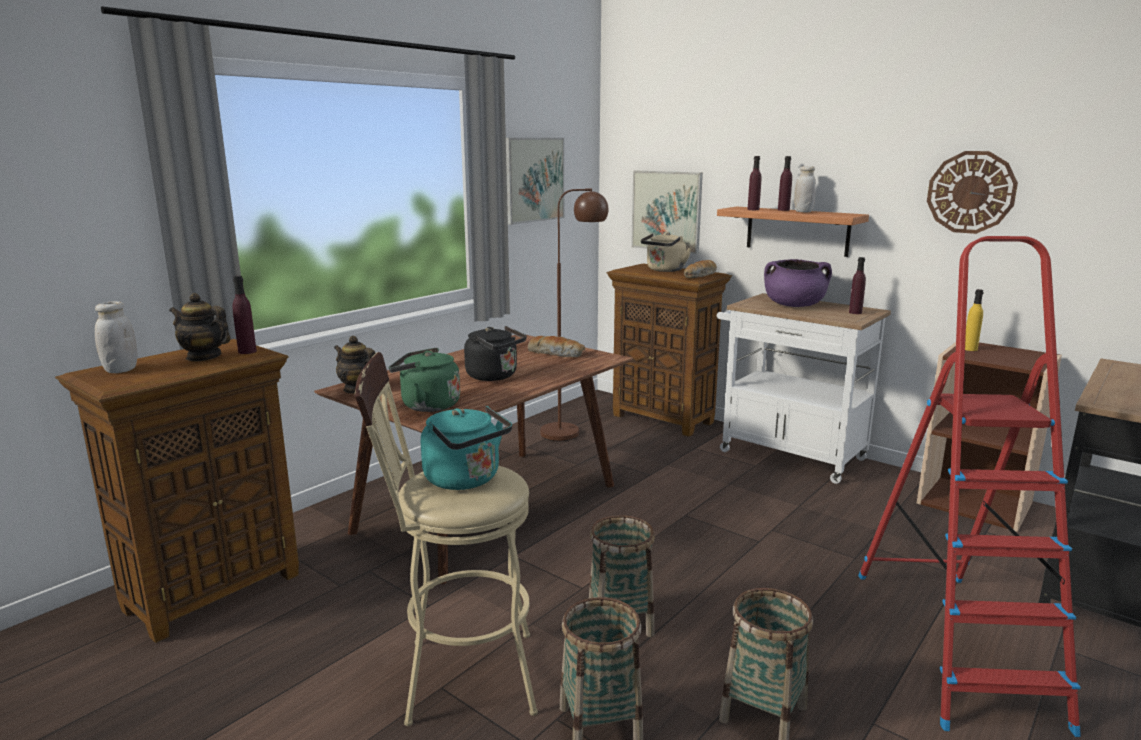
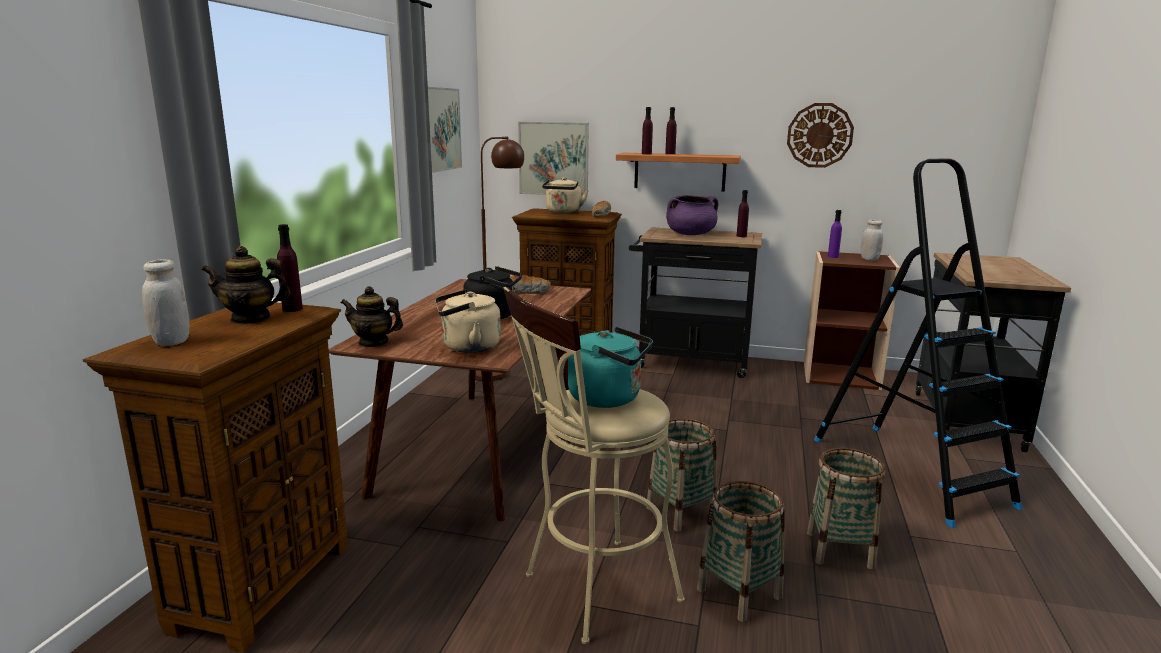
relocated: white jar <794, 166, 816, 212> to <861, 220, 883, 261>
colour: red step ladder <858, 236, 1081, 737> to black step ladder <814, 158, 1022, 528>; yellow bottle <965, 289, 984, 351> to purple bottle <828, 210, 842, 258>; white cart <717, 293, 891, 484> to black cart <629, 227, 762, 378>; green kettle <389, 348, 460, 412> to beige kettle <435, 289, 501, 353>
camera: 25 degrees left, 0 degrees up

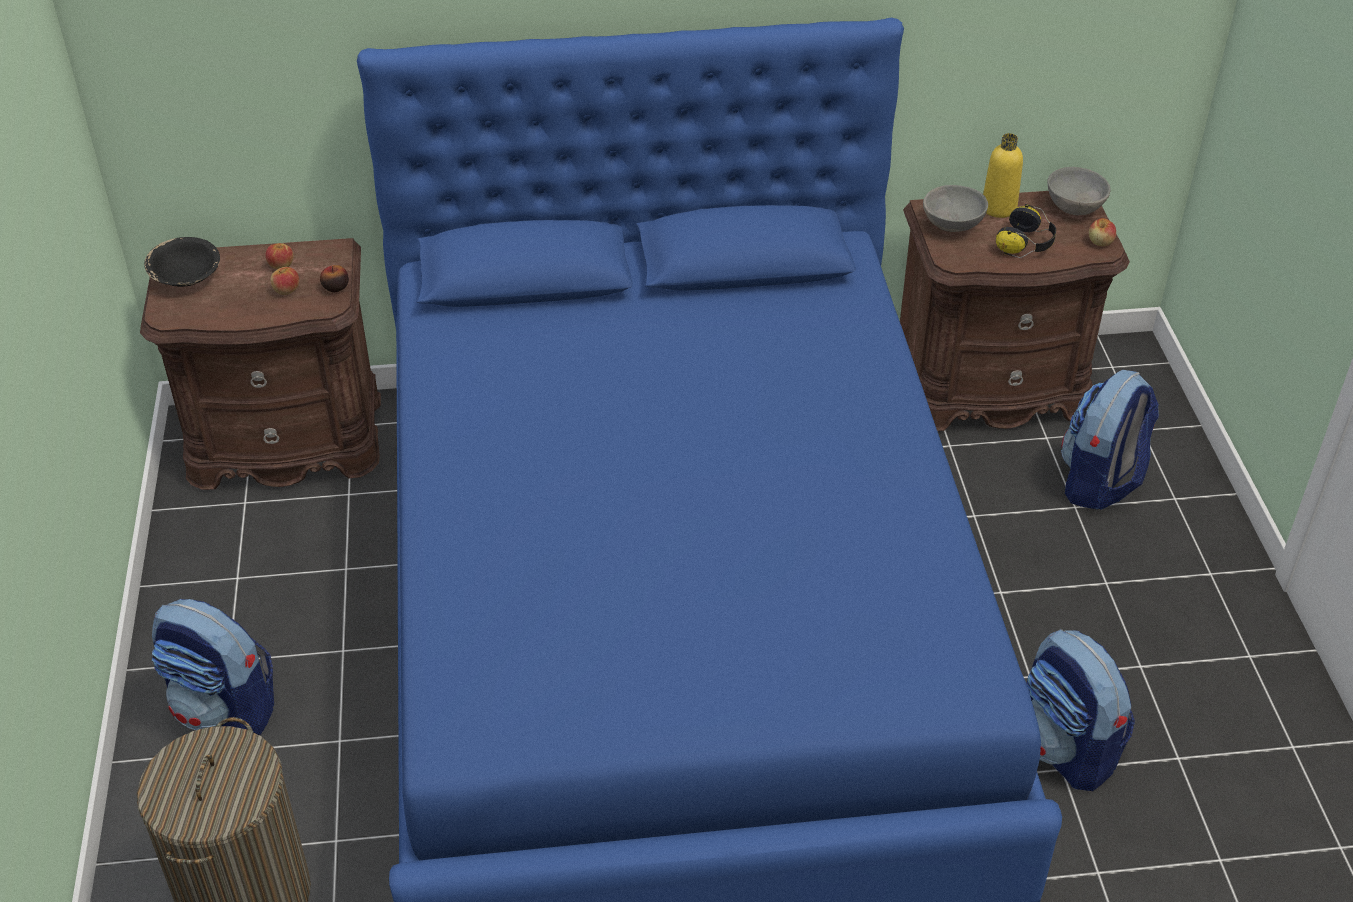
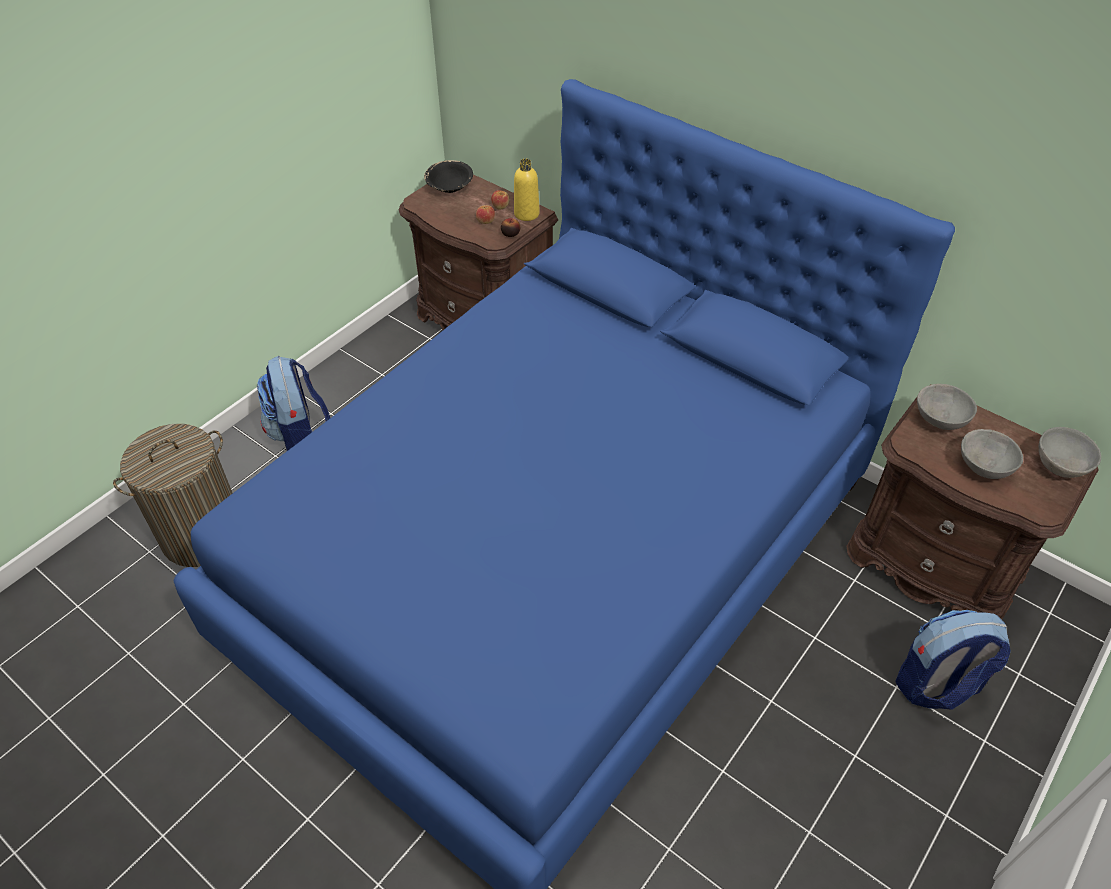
missing: apple <1089, 218, 1116, 246>; backpack <1026, 629, 1135, 791>
relocated: yellow bottle <983, 133, 1023, 218> to <514, 159, 540, 221>
exchanged: headphones <996, 204, 1056, 258> to grey bowl <961, 429, 1023, 479>
camera: 45 degrees right, 5 degrees up

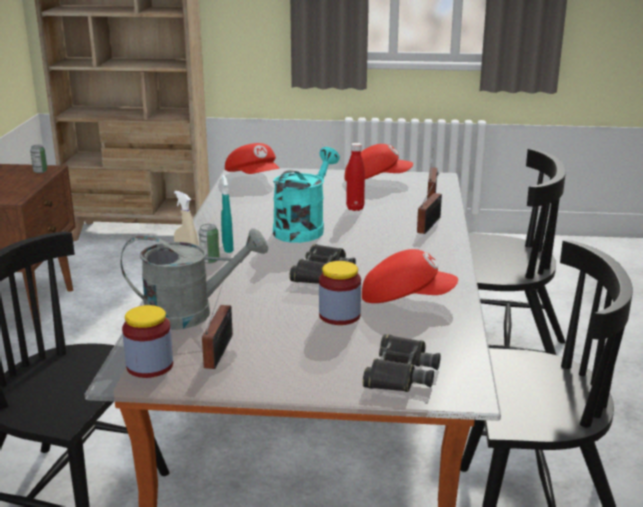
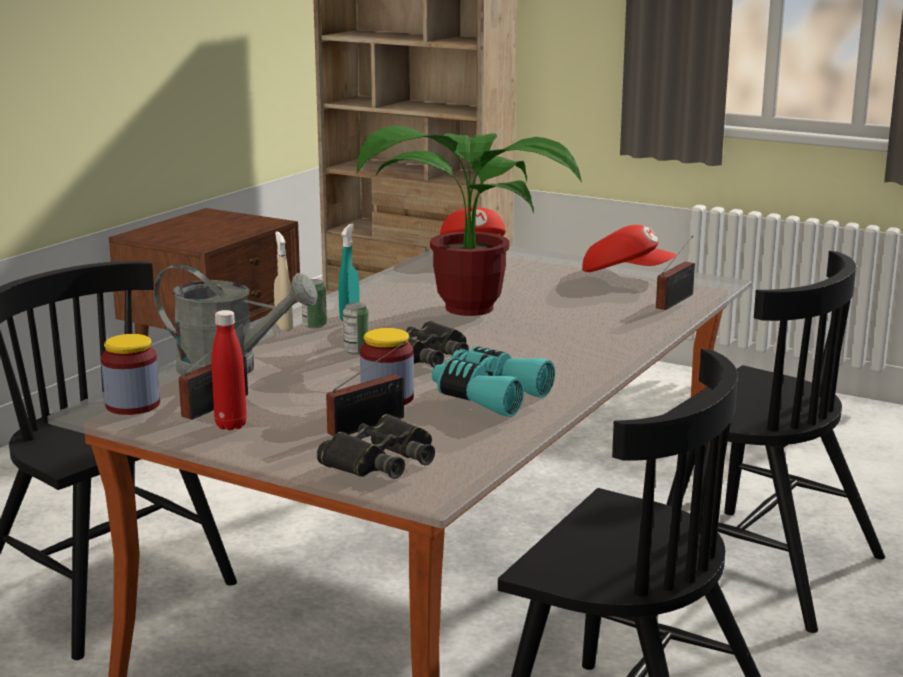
relocated: red bottle <346, 143, 365, 211> to <211, 310, 247, 430>; can <30, 145, 47, 173> to <343, 302, 369, 355>; radio <417, 173, 442, 234> to <326, 342, 406, 437>
exchanged: turquoise watering can <273, 147, 340, 243> to potted plant <357, 126, 582, 316>; red cap <362, 249, 458, 303> to turquoise binoculars <432, 346, 555, 417>
camera: 25 degrees right, 5 degrees down

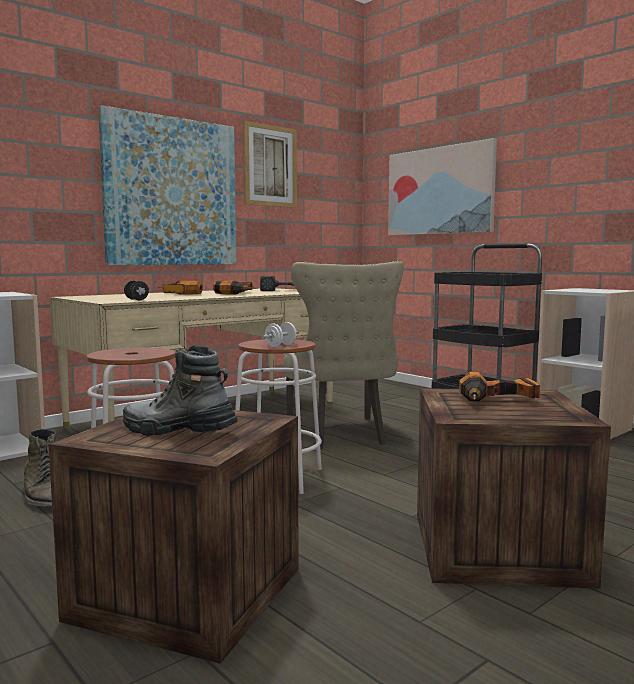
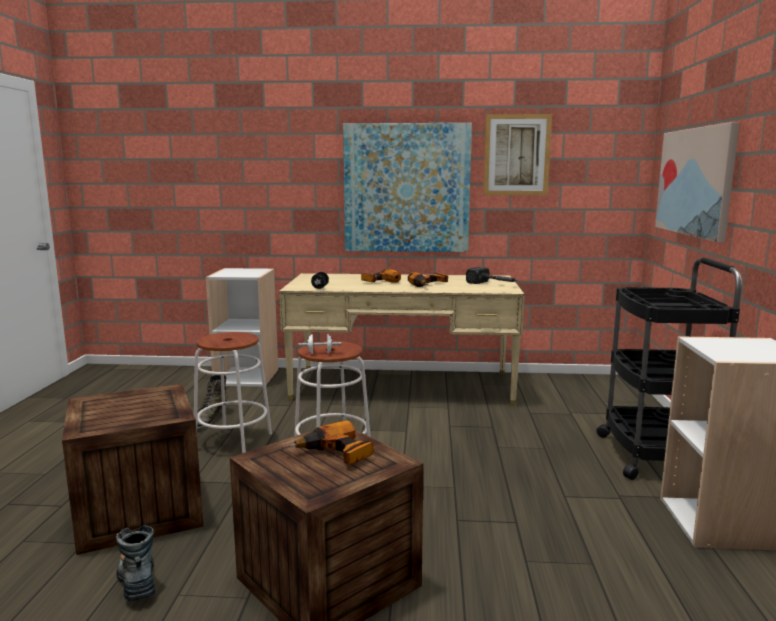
missing: beige chair <283, 261, 404, 449>
relocated: boot <123, 345, 238, 436> to <116, 525, 156, 602>
camera: 45 degrees right, 5 degrees up

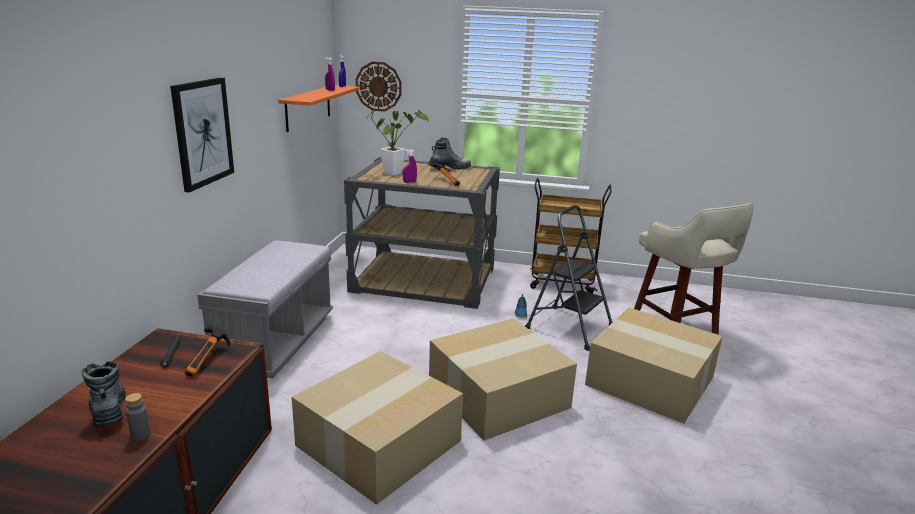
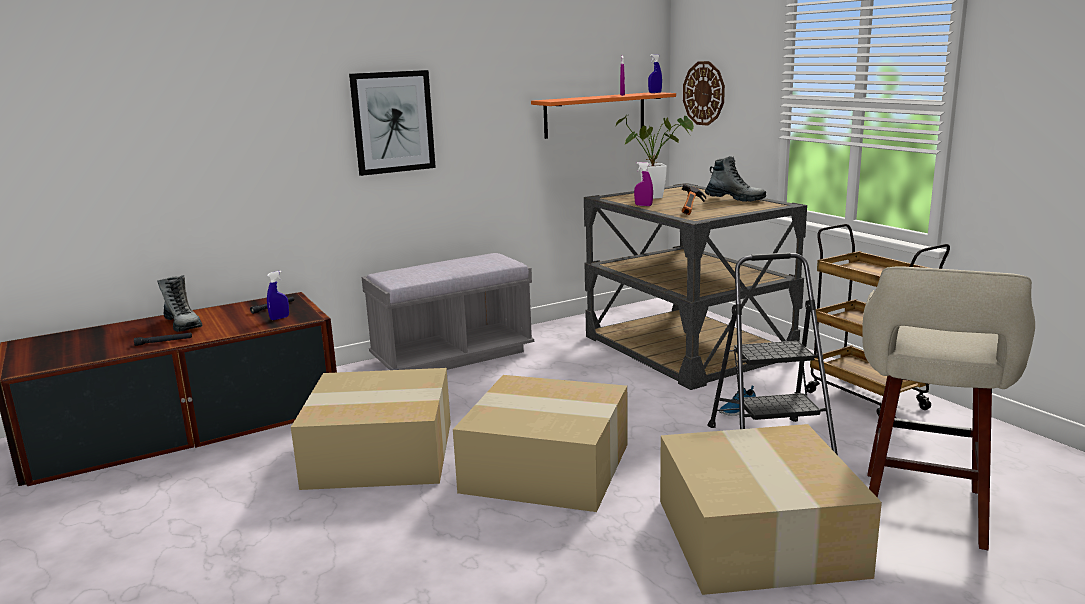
exchanged: hammer <184, 324, 230, 378> to blue spray bottle <267, 271, 289, 320>; grey bottle <125, 393, 151, 441> to black flashlight <134, 333, 192, 346>
spun: boot <81, 361, 126, 428> = <157, 275, 202, 332> 120 degrees clockwise
camera: 50 degrees right, 5 degrees down

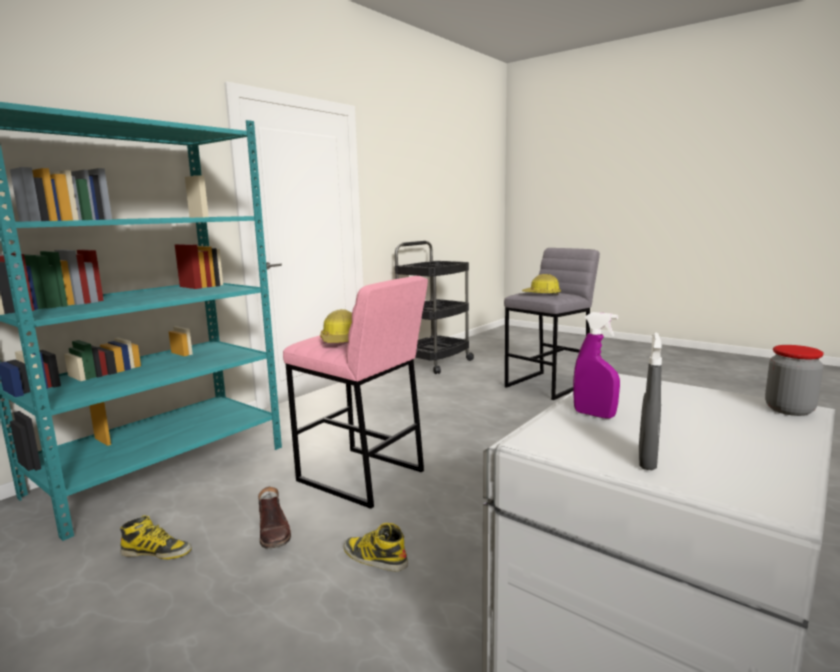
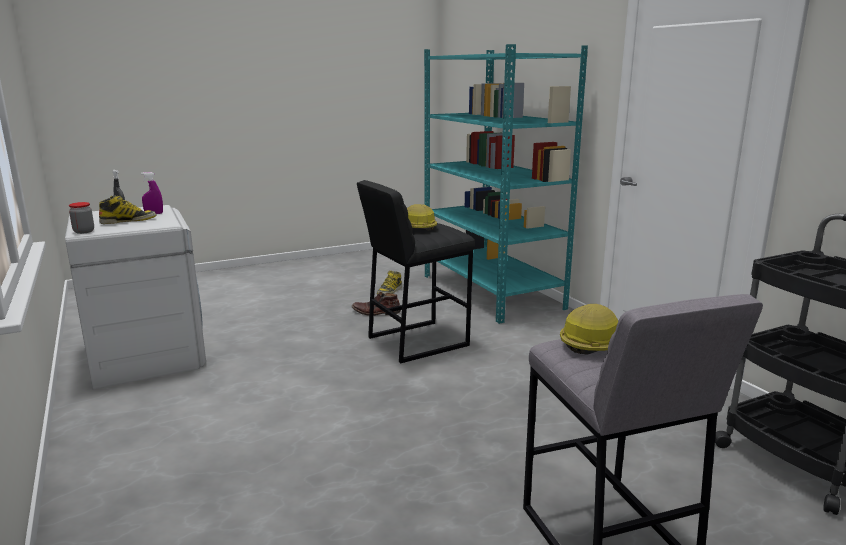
relocated: boot <344, 523, 408, 571> to <99, 195, 156, 224>
colour: pink stool <283, 276, 428, 509> to black stool <357, 180, 475, 363>
camera: 115 degrees right, 5 degrees up

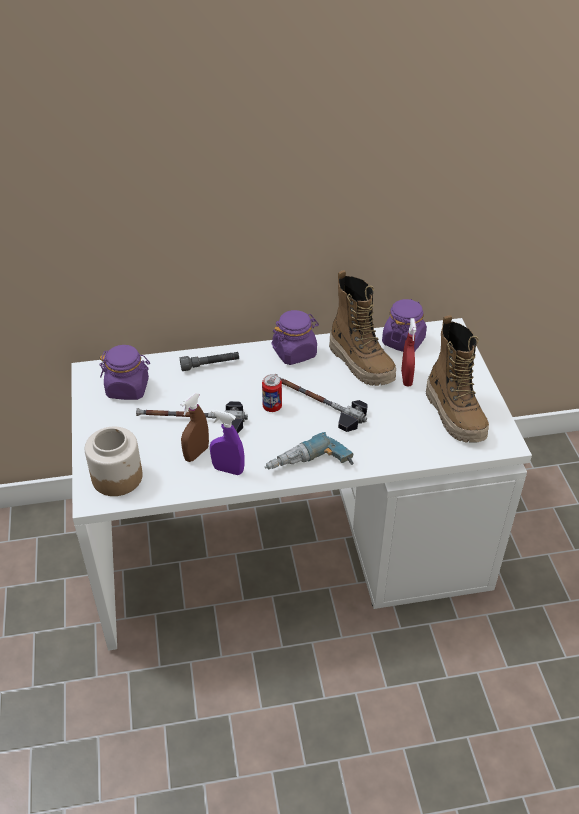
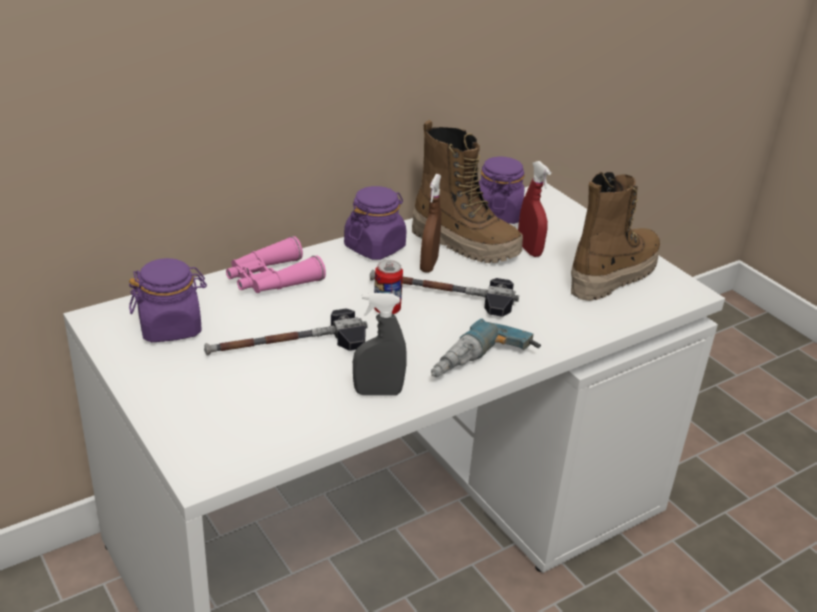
missing: jar <85, 427, 143, 496>
relocated: brown spray bottle <180, 392, 209, 462> to <420, 174, 441, 273>
exchanged: grey flashlight <180, 352, 239, 371> to pink binoculars <226, 236, 326, 293>
colour: purple spray bottle <210, 409, 245, 475> to grey spray bottle <353, 293, 407, 396>
spun: boot <426, 315, 489, 443> = <571, 172, 661, 301> 90 degrees counterclockwise
camera: 25 degrees left, 10 degrees down

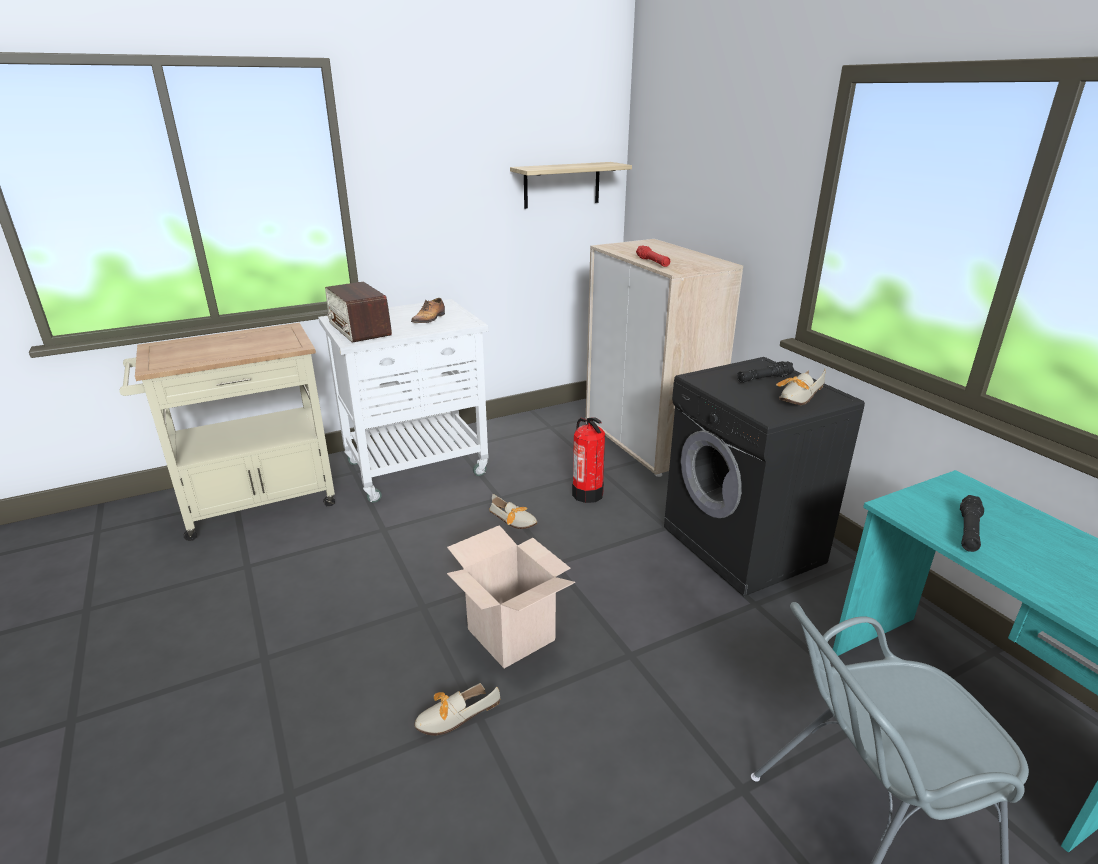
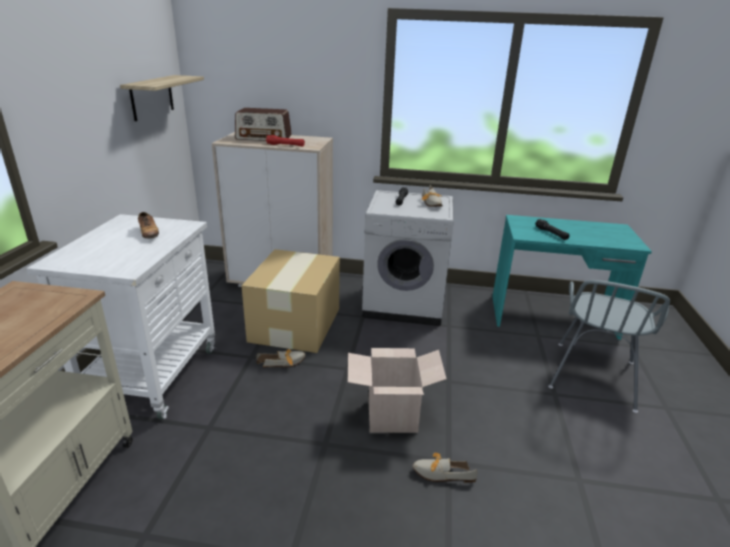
relocated: radio <325, 282, 392, 343> to <235, 108, 292, 141>
exchanged: fire extinguisher <572, 417, 605, 503> to cardboard box <241, 249, 340, 353>
colour: black washing machine <664, 357, 865, 596> to white washing machine <362, 190, 454, 326>
spun: shoe <414, 683, 501, 735> = <413, 453, 477, 483> 90 degrees clockwise
camera: 55 degrees left, 0 degrees up

